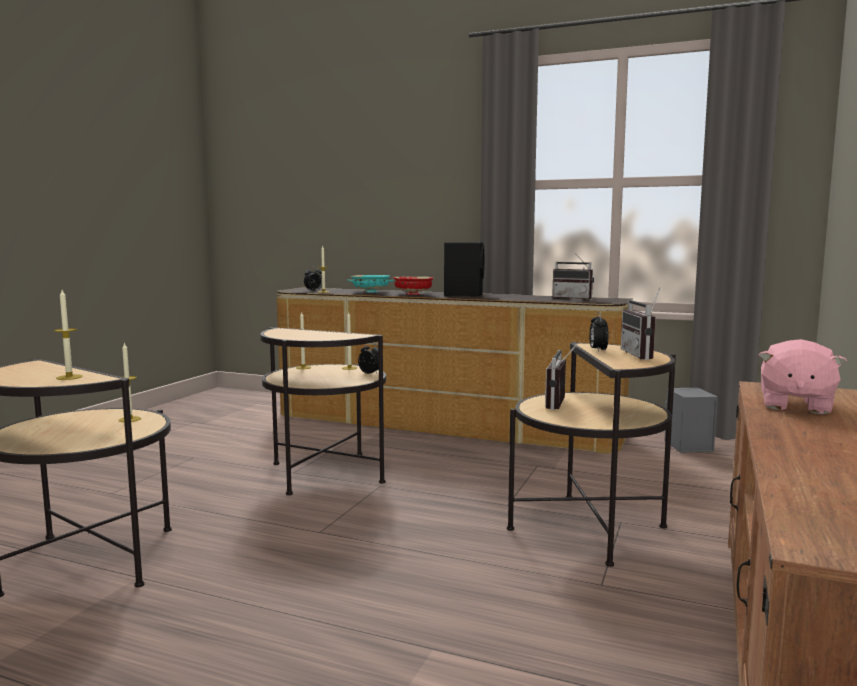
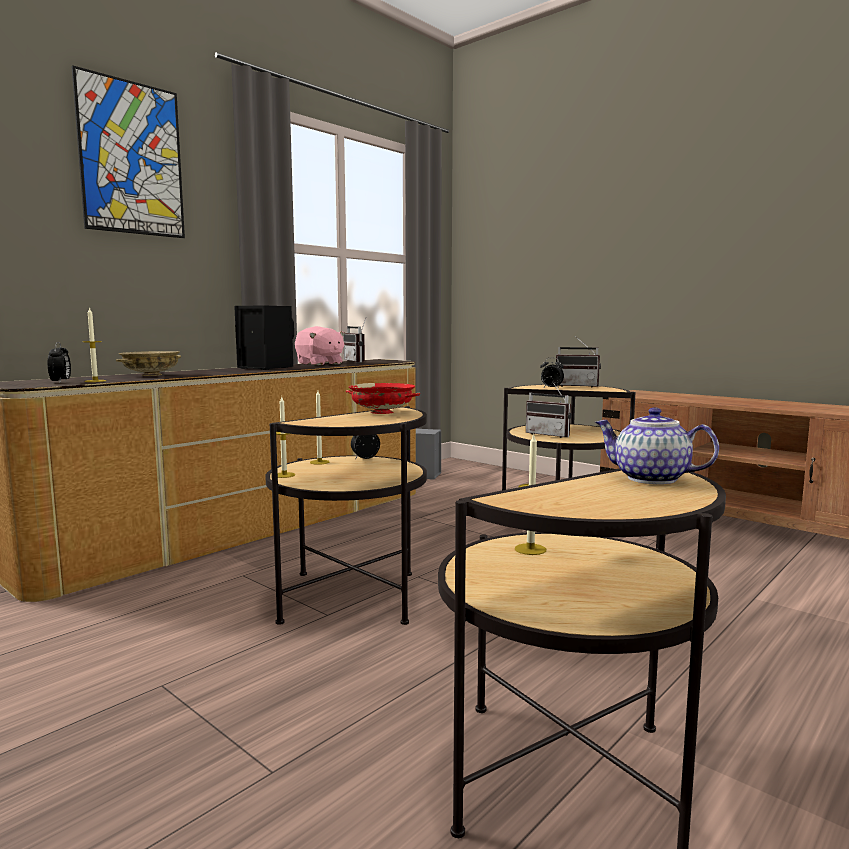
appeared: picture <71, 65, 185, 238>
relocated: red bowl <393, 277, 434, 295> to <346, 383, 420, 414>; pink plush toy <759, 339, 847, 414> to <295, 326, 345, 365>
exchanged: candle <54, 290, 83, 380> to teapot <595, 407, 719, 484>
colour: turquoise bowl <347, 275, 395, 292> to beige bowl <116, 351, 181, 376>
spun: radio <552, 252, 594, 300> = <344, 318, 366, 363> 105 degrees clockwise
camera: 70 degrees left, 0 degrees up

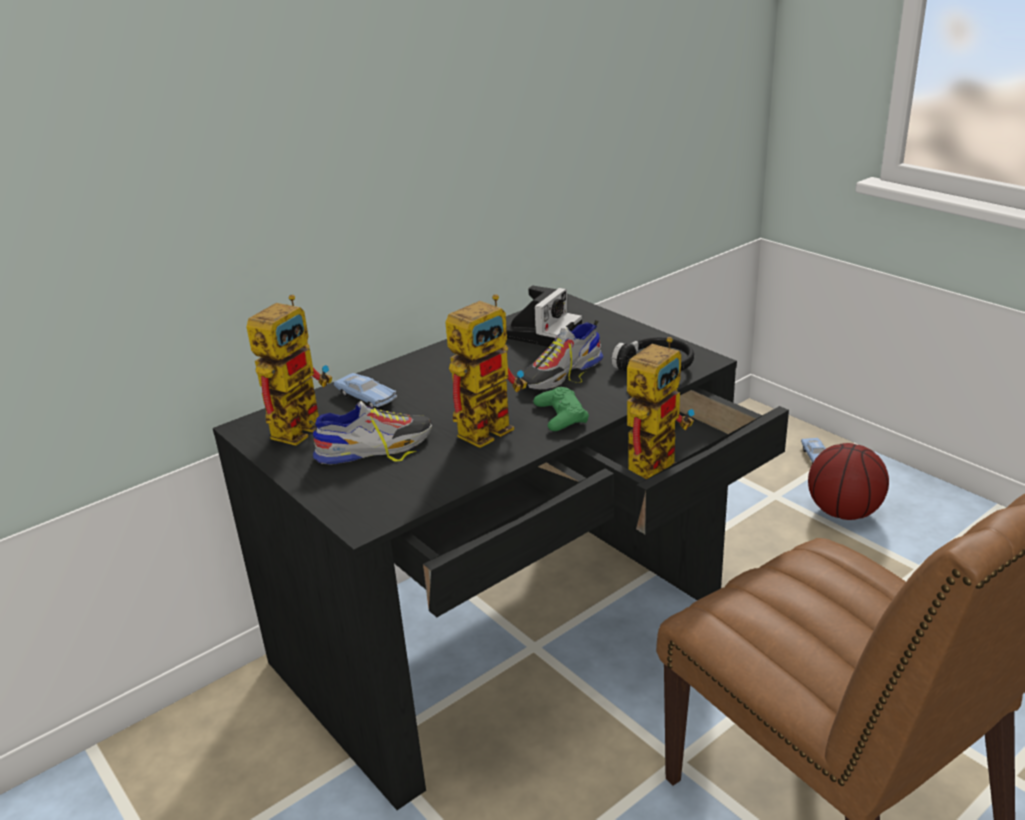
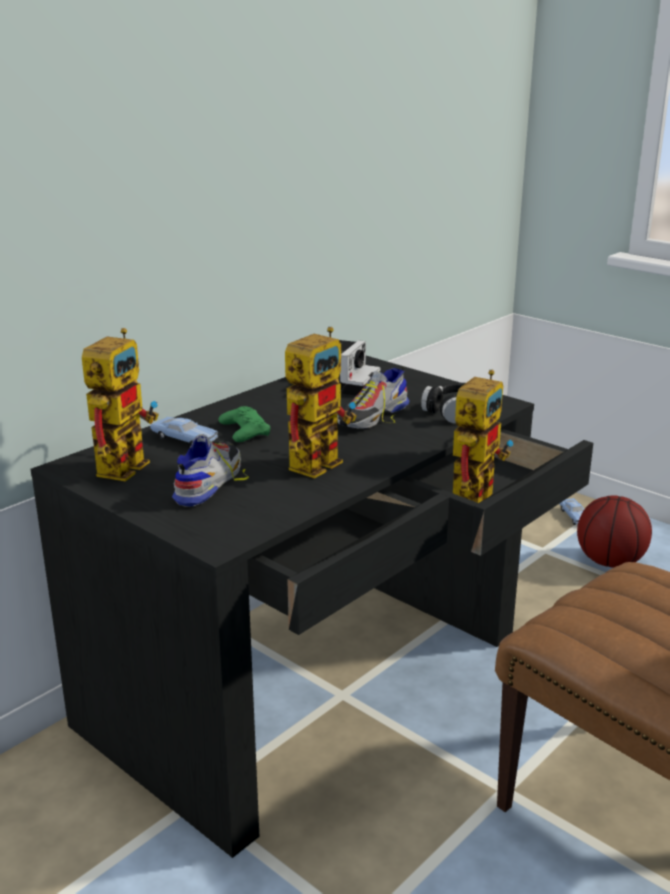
relocated: green game controller <533, 387, 589, 431> to <218, 406, 271, 442>
spun: shoe <309, 401, 432, 465> = <172, 434, 249, 507> 45 degrees counterclockwise
camera: 10 degrees left, 5 degrees down

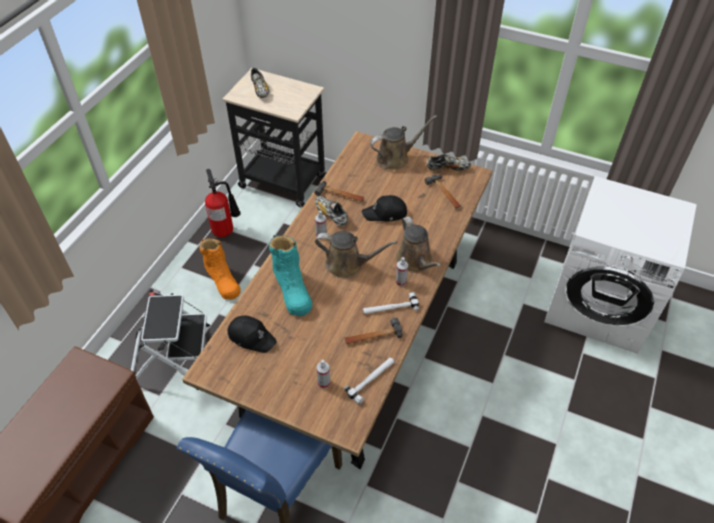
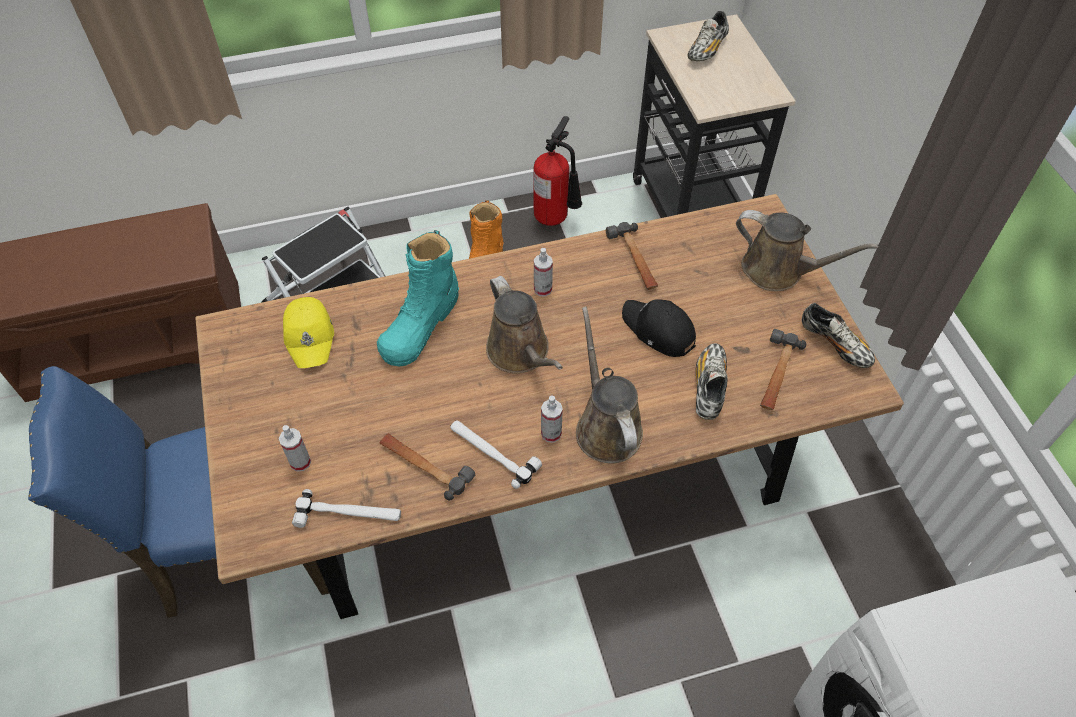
relocated: shoe <315, 196, 348, 227> to <695, 343, 727, 420>
colour: black cap <227, 315, 277, 353> to yellow cap <283, 297, 334, 368>
spun: brown watering can <396, 216, 441, 273> = <576, 307, 643, 464> 135 degrees clockwise
camera: 50 degrees right, 5 degrees up

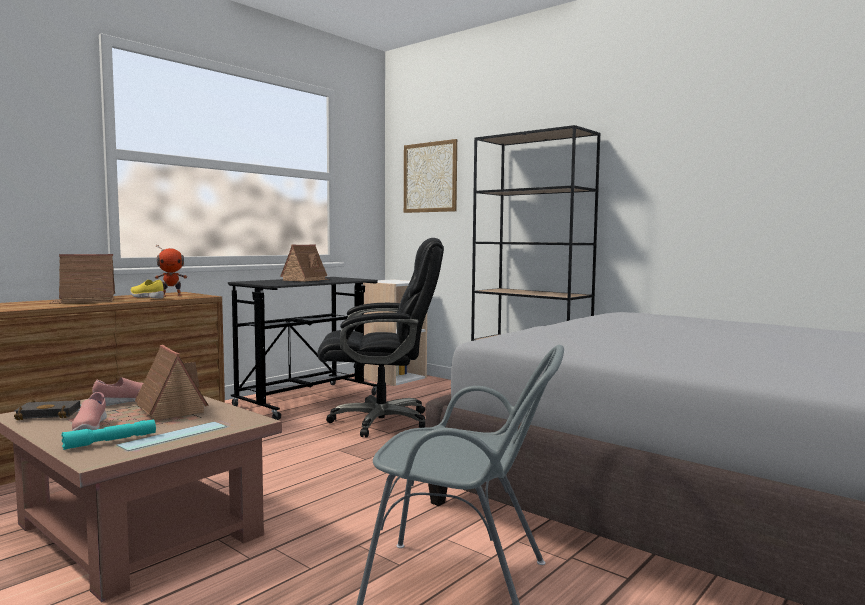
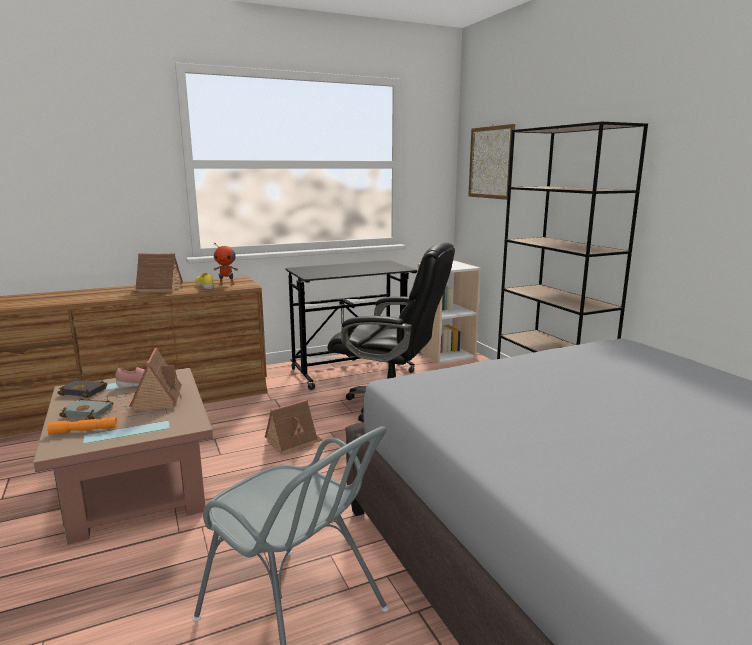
relocated: toy house <280, 244, 329, 282> to <265, 400, 323, 454>
exchanged: pink shoe <72, 392, 107, 431> to grey book <59, 398, 113, 419>
colour: turquoise flashlight <62, 420, 156, 450> to orange flashlight <47, 417, 117, 435>
camera: 25 degrees right, 10 degrees up

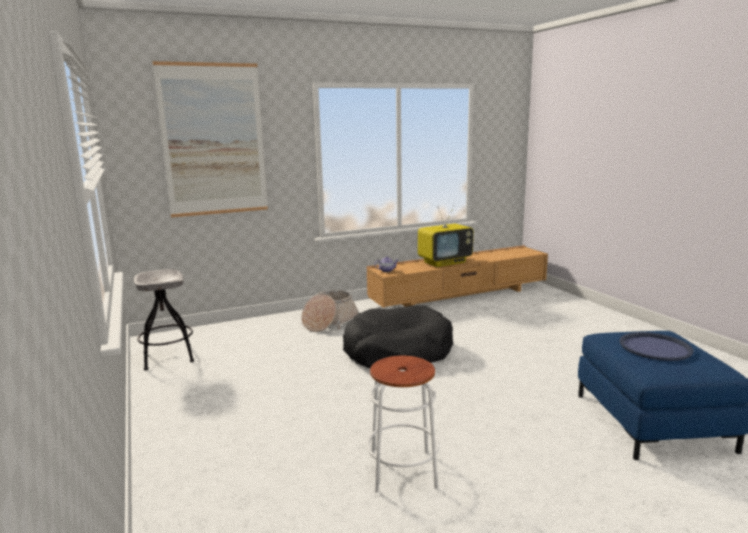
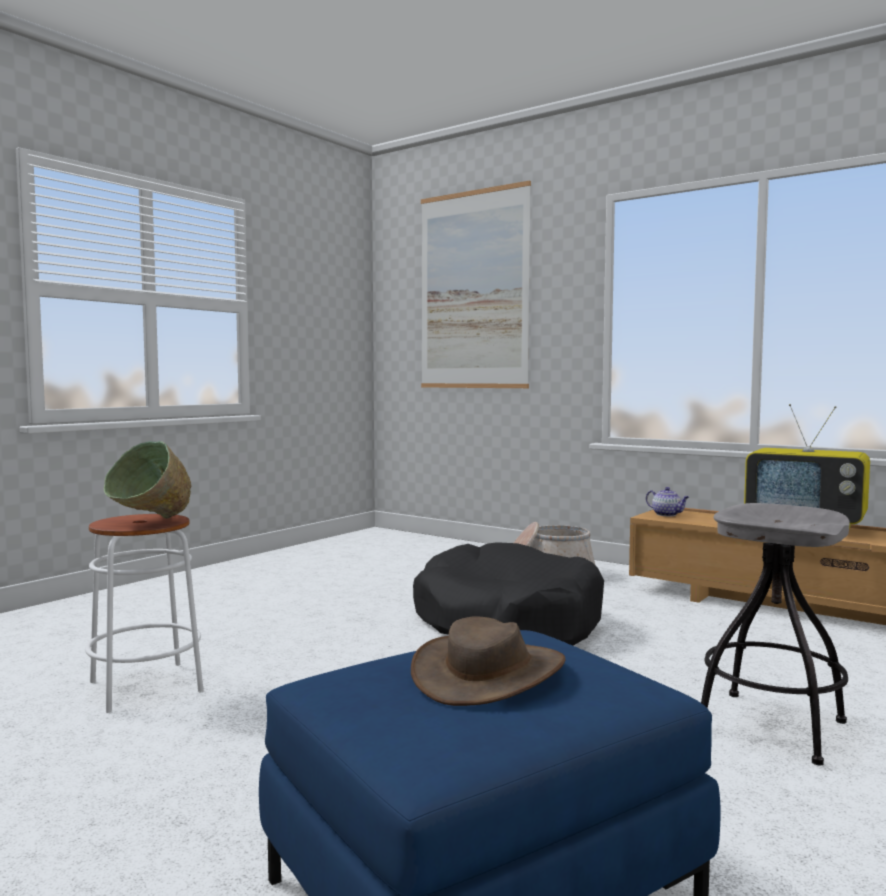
appeared: green bowl <104, 441, 191, 519>
relocated: grey stool <134, 269, 194, 370> to <701, 503, 850, 766>
exchanged: blue tray <619, 332, 694, 361> to brown hat <411, 617, 566, 706>
camera: 60 degrees right, 10 degrees down

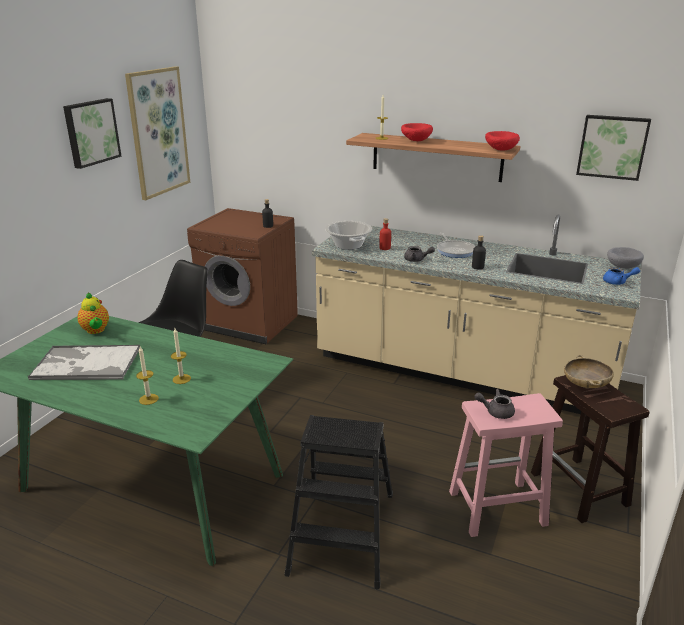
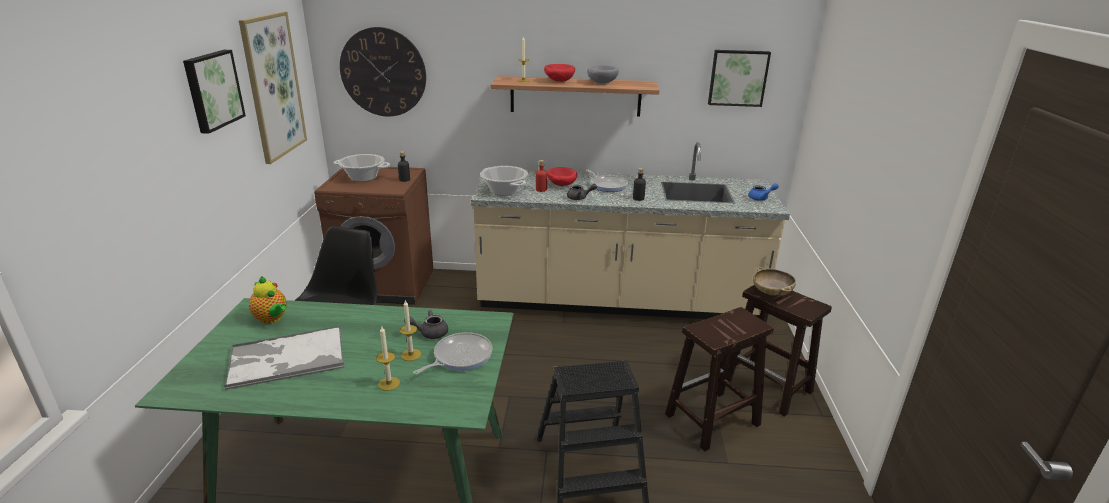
appeared: wall clock <340, 27, 426, 117>; cooking pot <333, 154, 390, 182>; frying pan <413, 332, 492, 374>
relocated: red bowl <485, 131, 520, 151> to <547, 167, 577, 186>; grey bowl <607, 247, 644, 269> to <587, 65, 619, 83>; grey teapot <474, 389, 515, 419> to <404, 310, 448, 339>
colour: pink stool <449, 393, 563, 537> to brown stool <665, 307, 774, 452>
camera: 20 degrees left, 0 degrees up

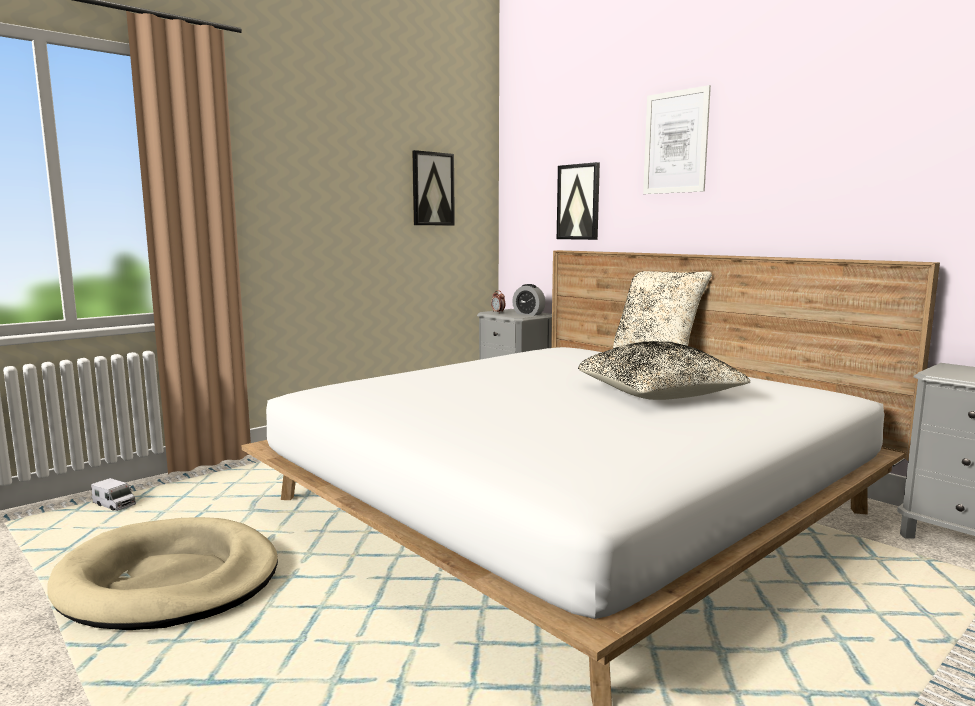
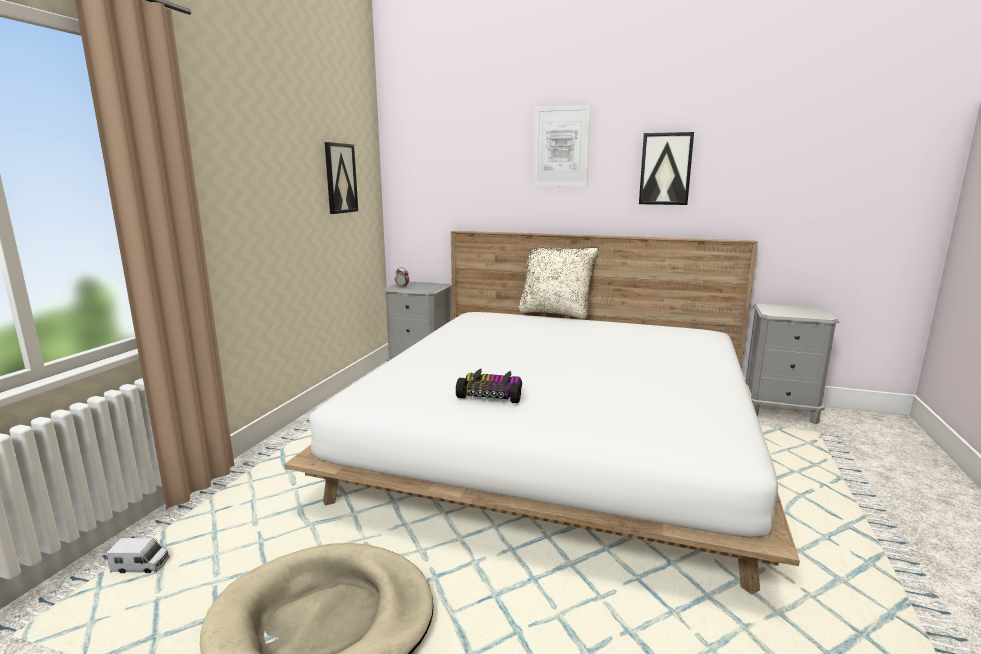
missing: alarm clock <512, 284, 545, 316>; beige pillow <578, 341, 750, 400>
appeared: toy car <456, 369, 522, 403>
relocated: picture <557, 162, 600, 240> to <639, 132, 694, 205>
camera: 30 degrees left, 5 degrees up

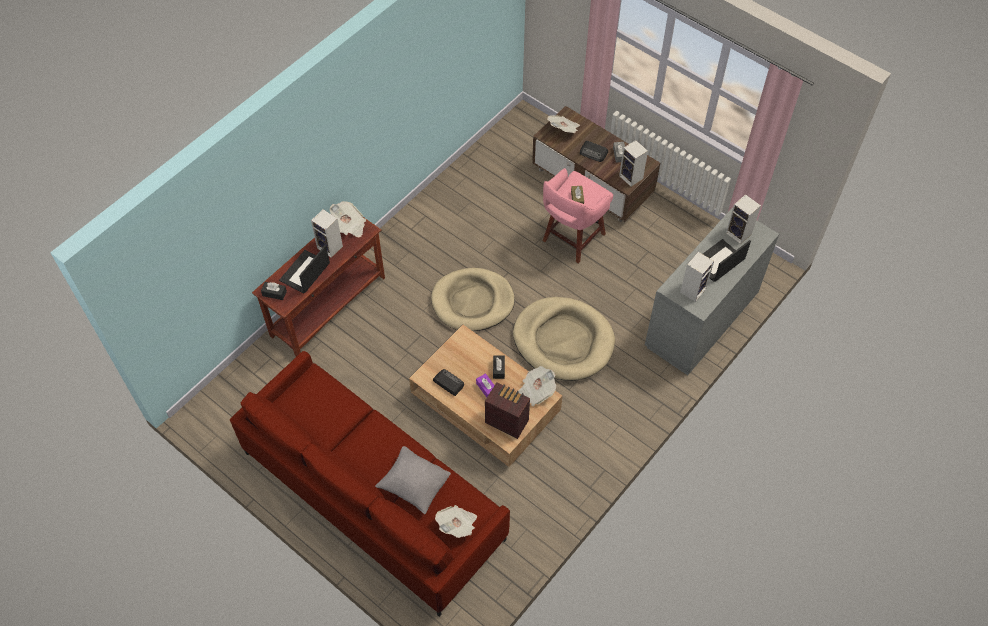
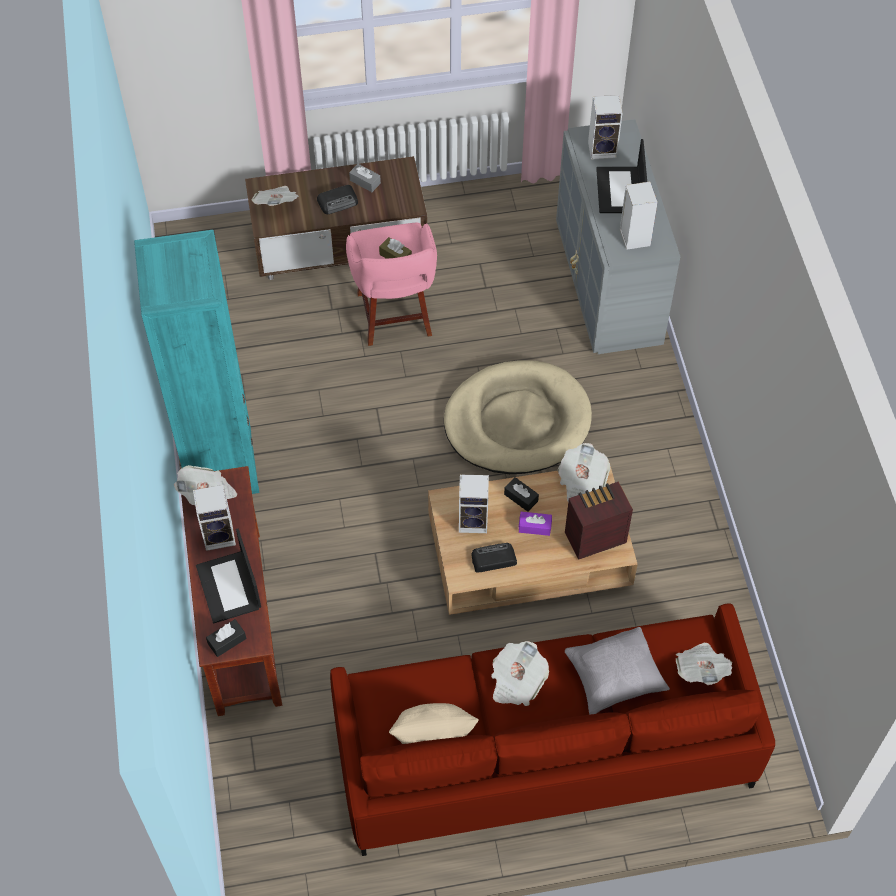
missing: beige dog bed <431, 268, 515, 331>
appeared: turquoise bookcase <134, 230, 259, 494>; newspaper <491, 641, 549, 706>; beige pillow <389, 703, 479, 744>
relocated: speaker <619, 140, 648, 187> to <459, 474, 489, 533>
camera: 50 degrees left, 0 degrees up

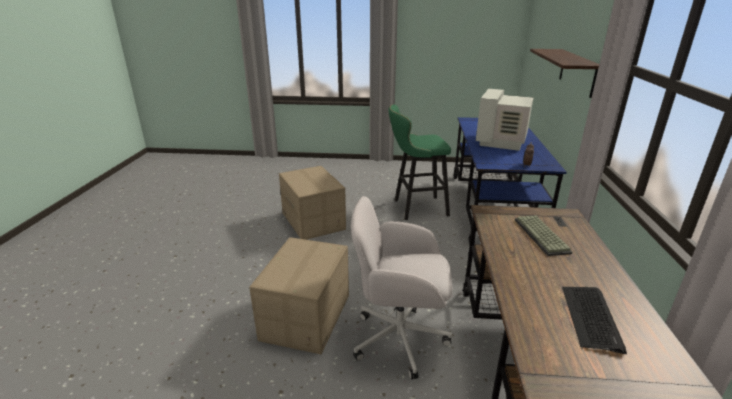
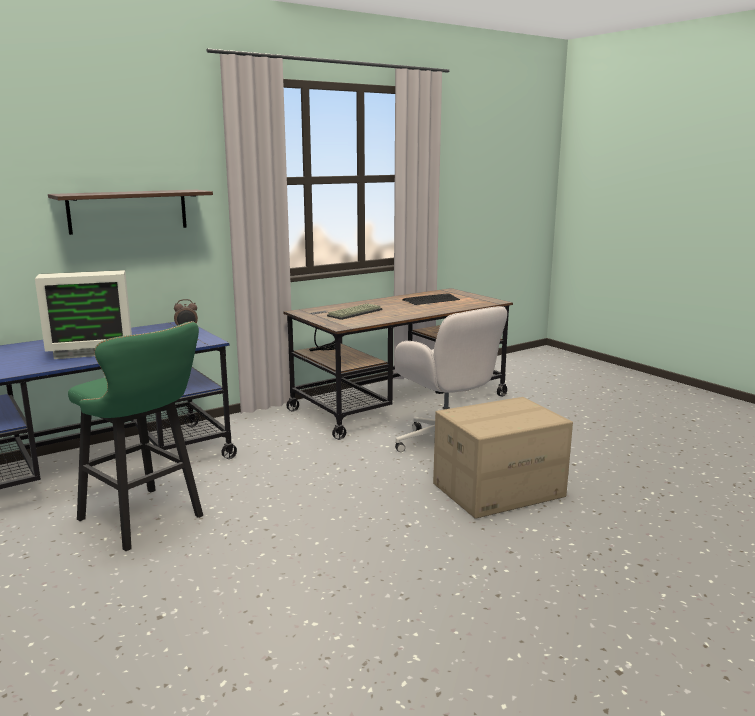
missing: cardboard box <279, 166, 346, 240>
camera: 130 degrees left, 10 degrees down

